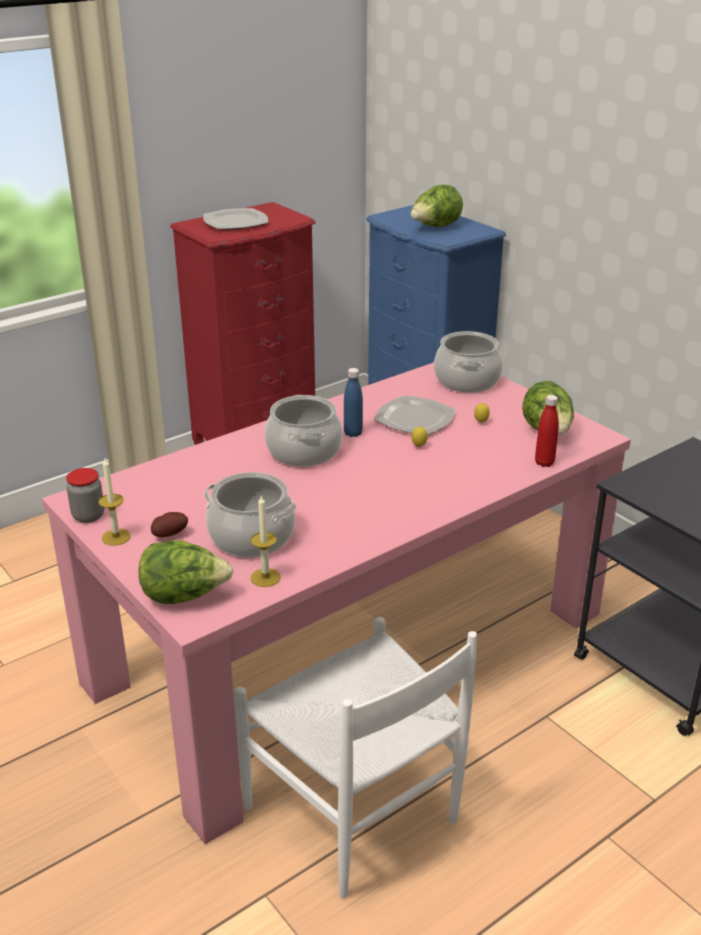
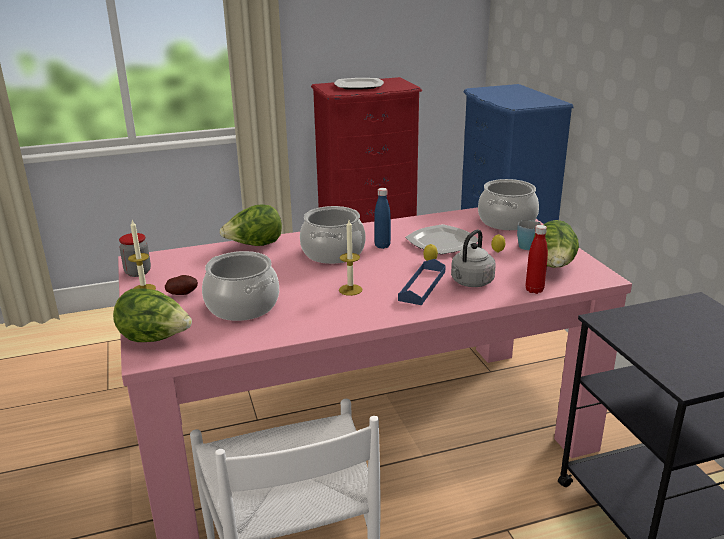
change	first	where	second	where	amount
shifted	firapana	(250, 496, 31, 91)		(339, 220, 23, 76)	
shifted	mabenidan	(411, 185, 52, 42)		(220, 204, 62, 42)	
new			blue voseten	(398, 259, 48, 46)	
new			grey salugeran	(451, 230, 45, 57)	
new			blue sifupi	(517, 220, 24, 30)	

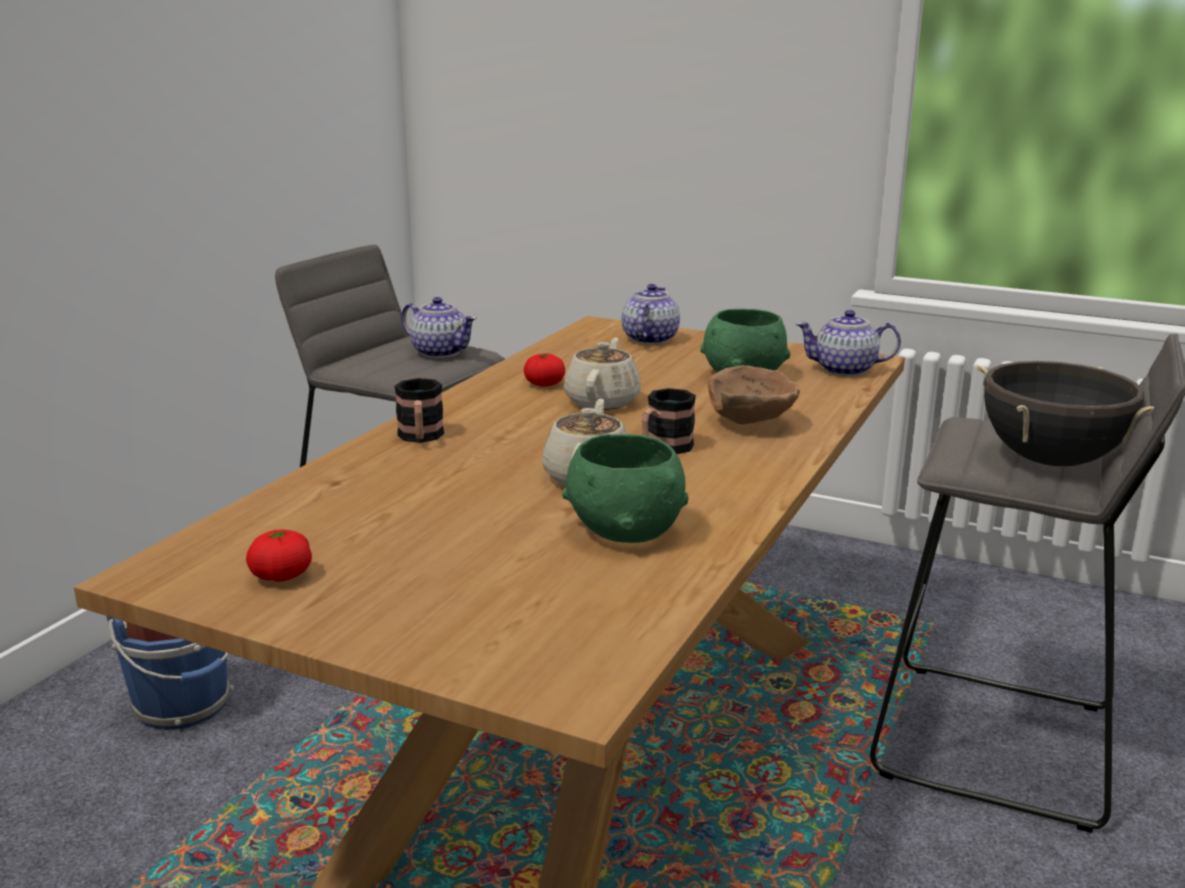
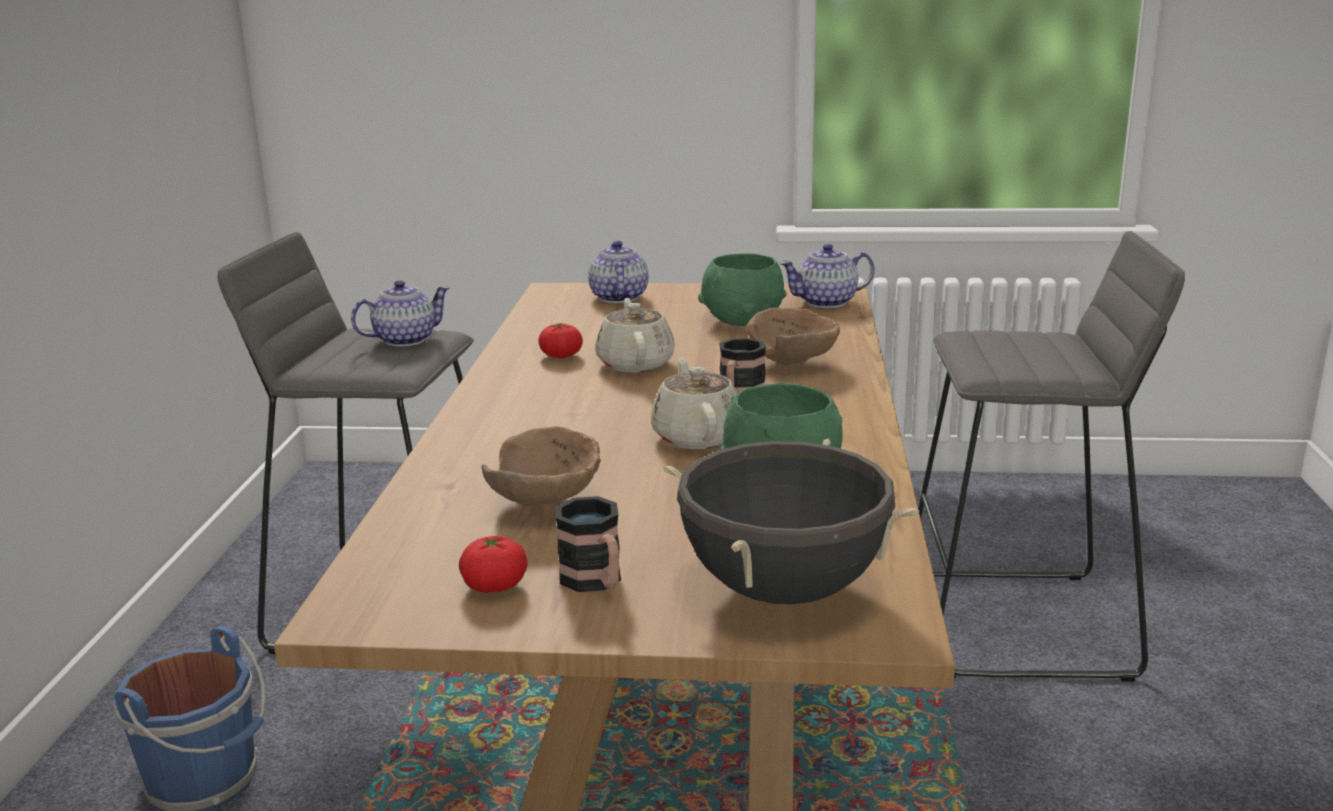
change	first	where	second	where	amount
shifted	sifupi	(394, 378, 50, 65)		(556, 496, 65, 96)	
rotated	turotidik	(401, 297, 76, 61)		(351, 280, 99, 67)	45 degrees counterclockwise
shifted	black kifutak	(976, 361, 178, 105)		(663, 438, 256, 167)	
new			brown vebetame	(481, 426, 120, 80)	

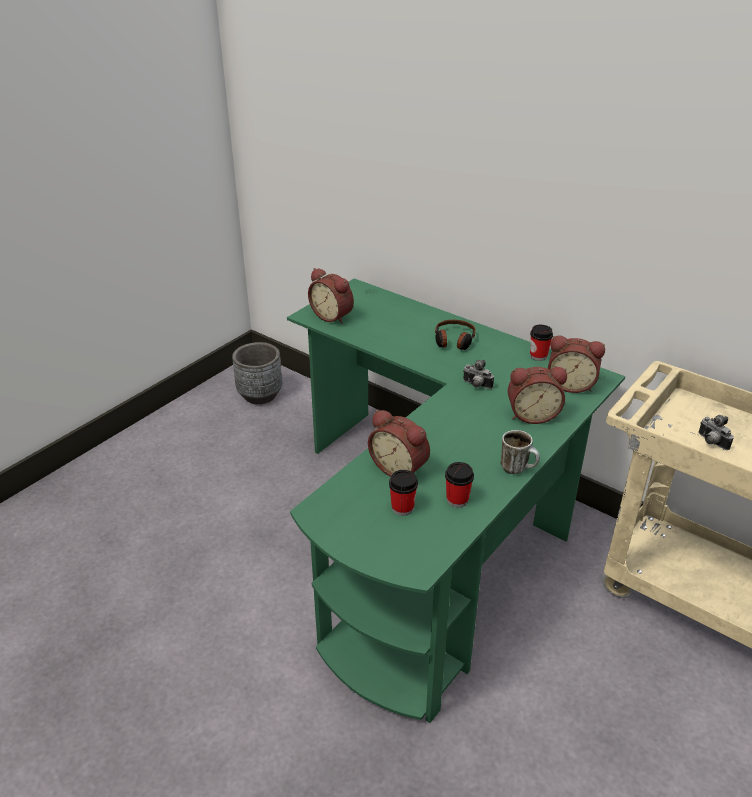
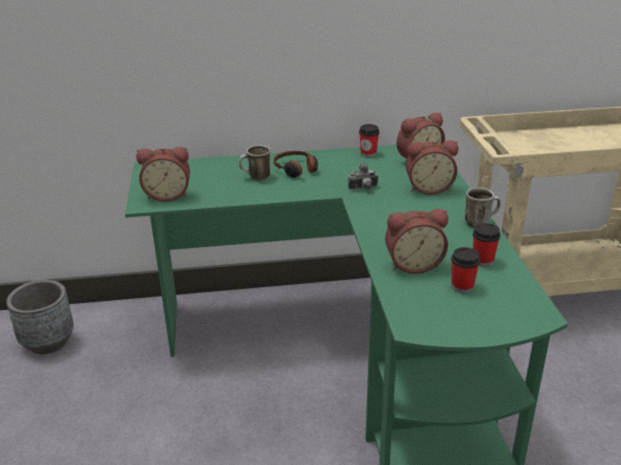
change	first	where	second	where	amount
rotated	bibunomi	(508, 367, 59, 57)		(406, 140, 52, 55)	45 degrees clockwise
gone	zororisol	(699, 415, 35, 35)			
new			sifupi	(239, 145, 31, 36)	

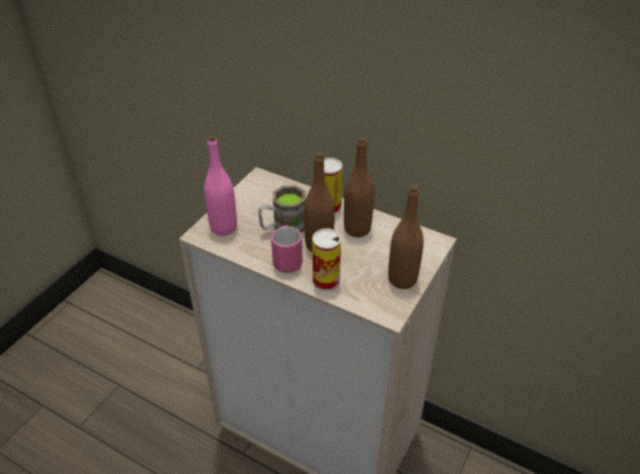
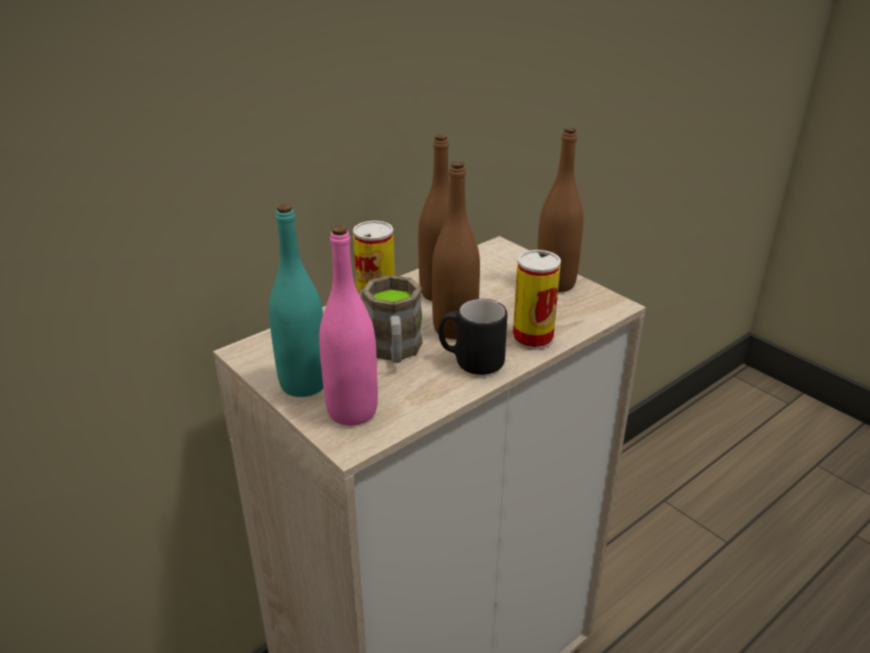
change	first	where	second	where	amount
repainted	pink sifupi	(271, 225, 31, 48)	black sifupi	(439, 299, 68, 76)	
new			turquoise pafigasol	(269, 204, 54, 193)	

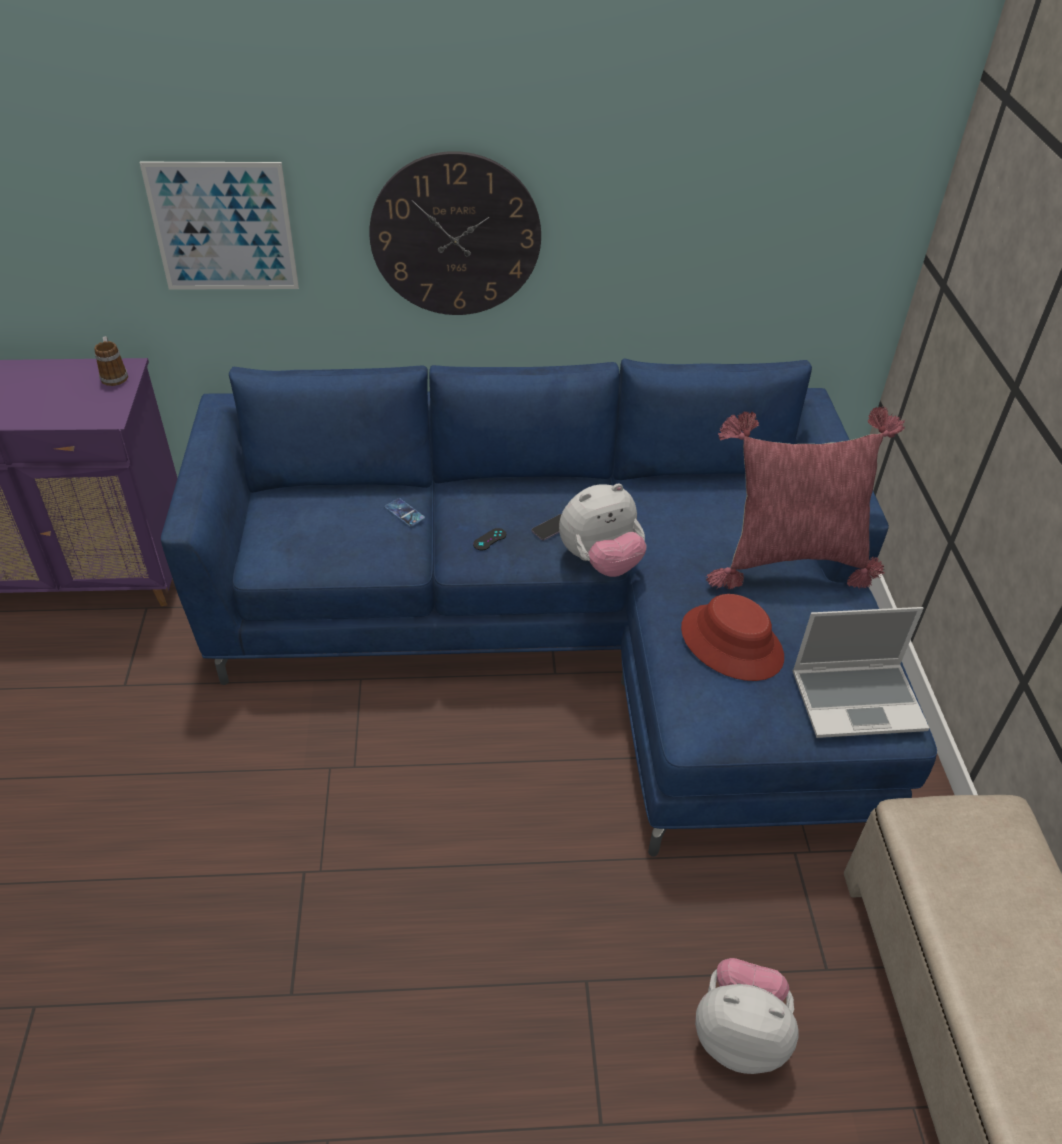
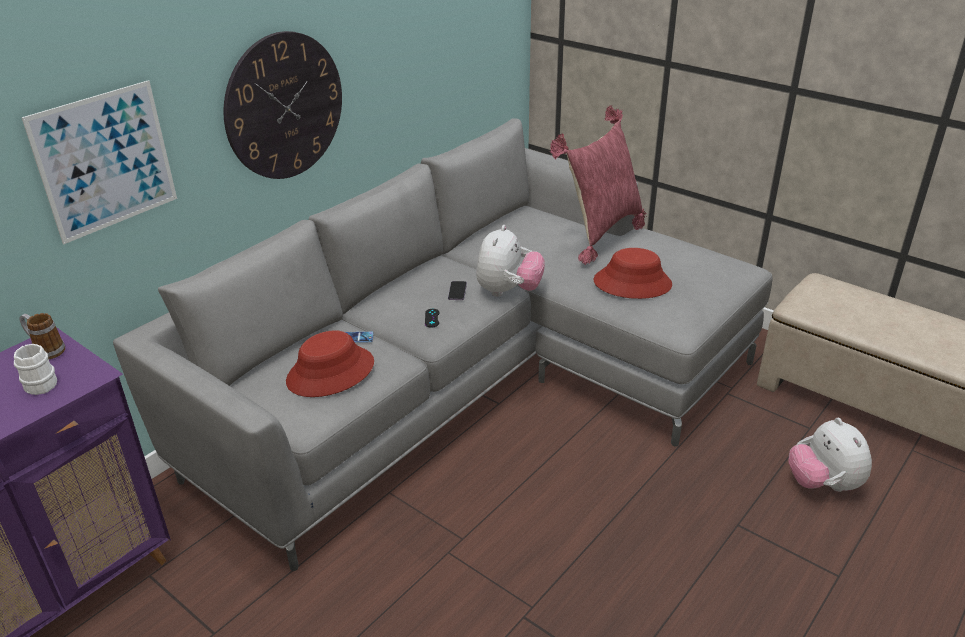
change	first	where	second	where	amount
repainted	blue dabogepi	(161, 359, 776, 498)	grey dabogepi	(113, 118, 659, 453)	
rotated	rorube	(695, 958, 104, 116)		(789, 418, 83, 74)	75 degrees counterclockwise
gone	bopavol	(792, 607, 137, 131)			
new			white sifupi	(14, 344, 43, 51)	
new			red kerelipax	(286, 330, 88, 67)	

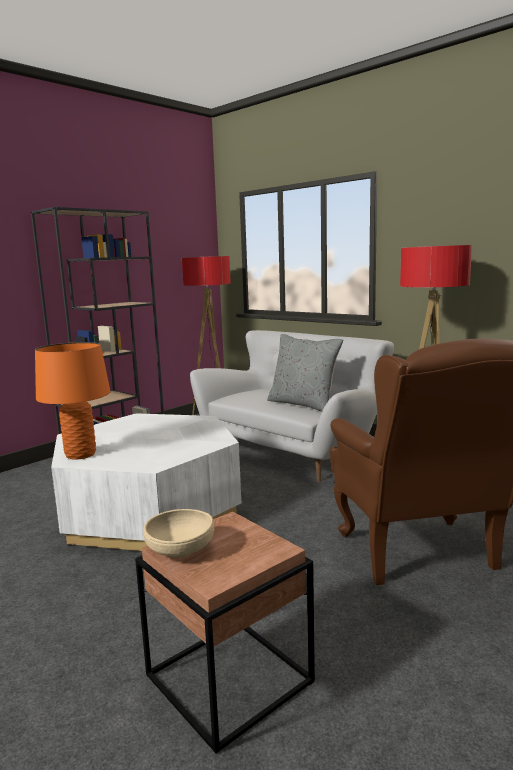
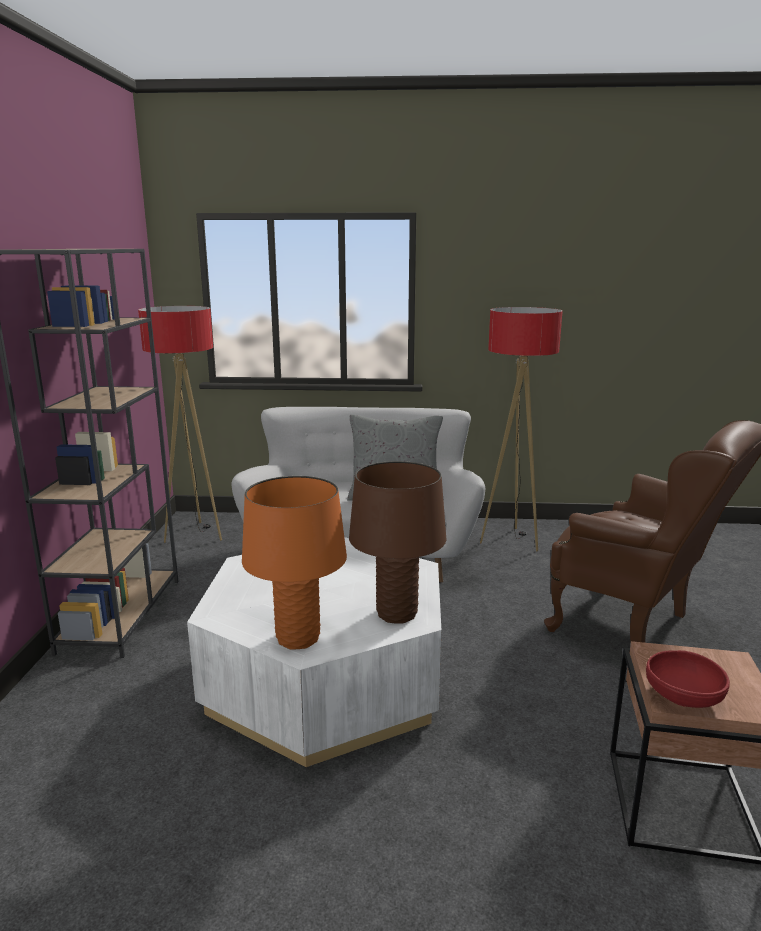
change	first	where	second	where	amount
repainted	beige vebetame	(143, 509, 71, 49)	red vebetame	(646, 650, 84, 58)	
new			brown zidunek	(349, 461, 97, 163)	

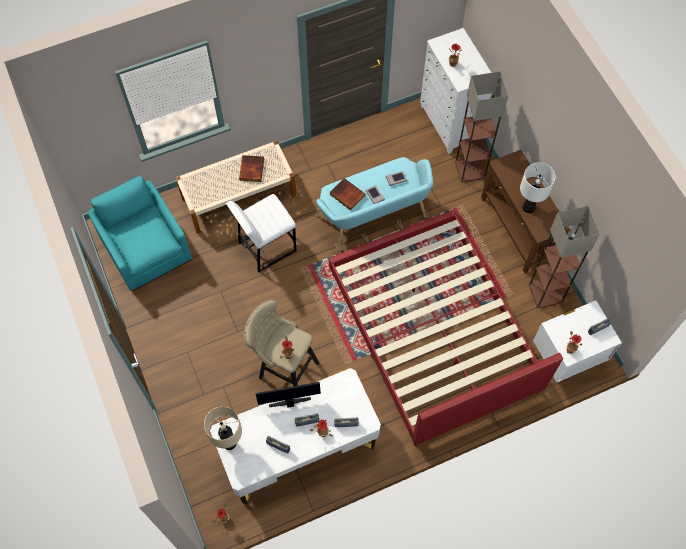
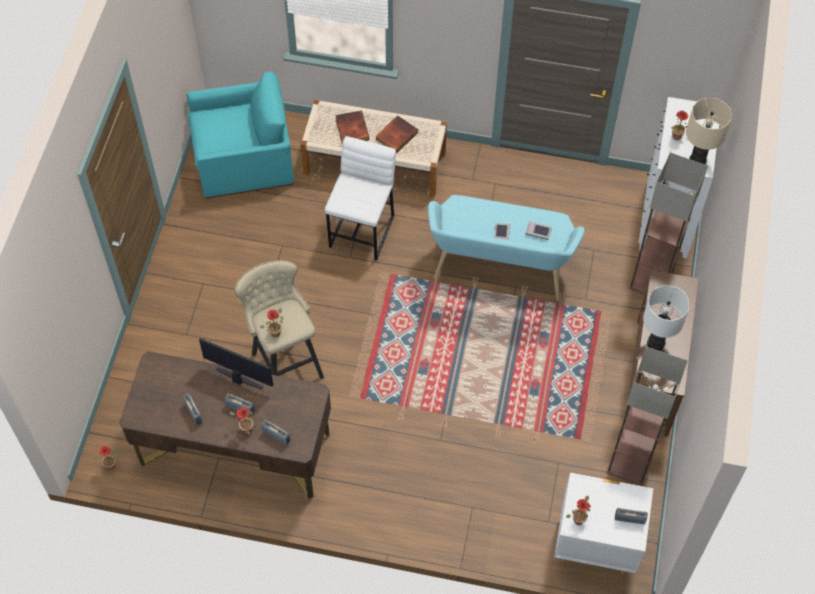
change	first	where	second	where	amount
rotated	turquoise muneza	(88, 176, 104, 116)		(187, 71, 107, 128)	75 degrees clockwise
shifted	beige zidunek	(204, 406, 38, 44)		(686, 98, 46, 67)	
repainted	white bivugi	(210, 368, 171, 137)	brown bivugi	(119, 351, 212, 148)	
rotated	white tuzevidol	(226, 194, 71, 78)		(325, 136, 71, 124)	105 degrees clockwise
gone	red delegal	(329, 210, 234, 237)			
shifted	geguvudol	(330, 178, 35, 33)		(335, 110, 34, 33)	

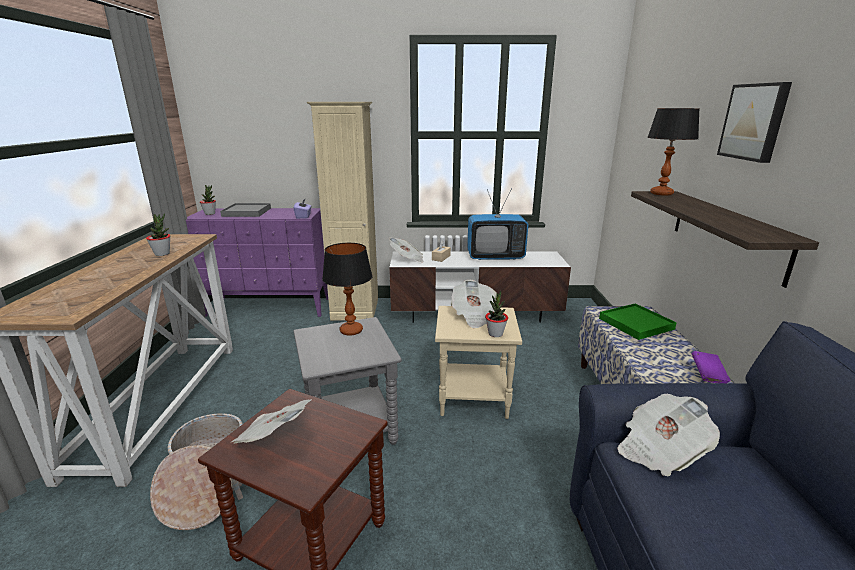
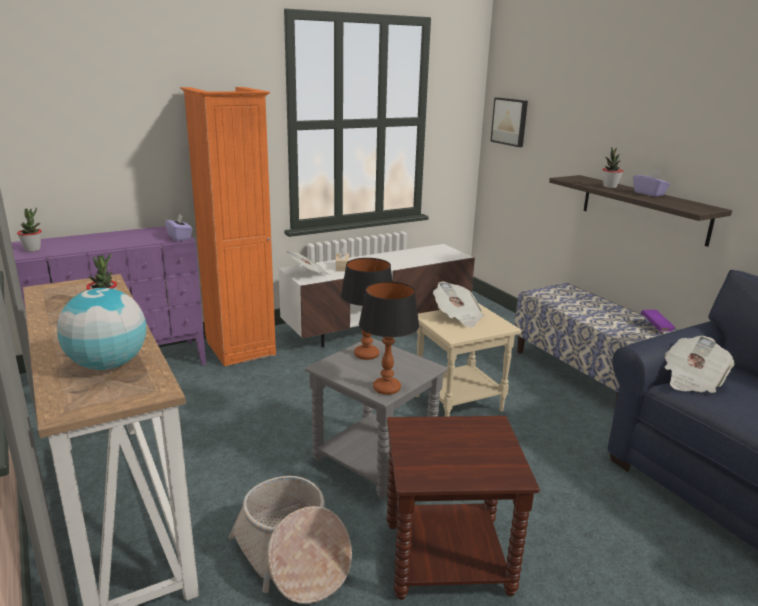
change	first	where	second	where	amount
gone	grey voseten	(220, 203, 51, 14)			
gone	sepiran	(231, 399, 81, 44)			
repainted	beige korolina	(307, 102, 71, 219)	orange korolina	(180, 87, 96, 279)	
gone	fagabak	(467, 190, 61, 70)			
shifted	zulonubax	(485, 290, 23, 47)		(602, 148, 21, 40)	
gone	green voseten	(599, 303, 78, 37)			
shifted	zidunek	(647, 108, 52, 88)		(359, 281, 60, 114)	
shifted	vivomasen	(717, 82, 75, 81)		(490, 97, 38, 50)	
new			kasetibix	(57, 288, 90, 82)	
new			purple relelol	(633, 169, 37, 28)	

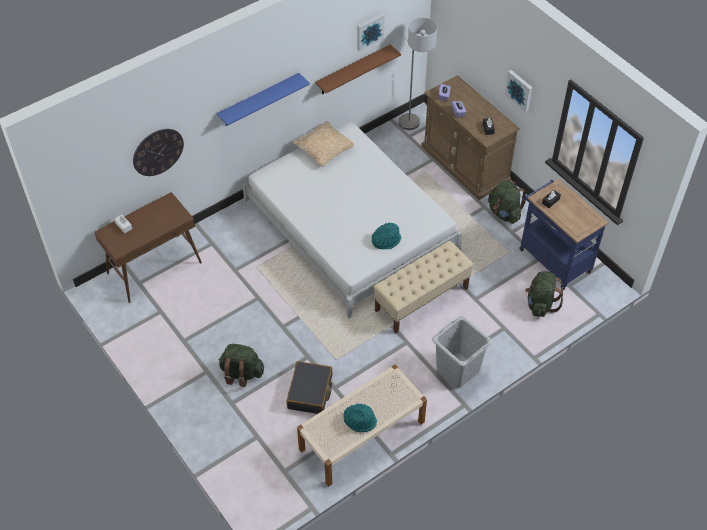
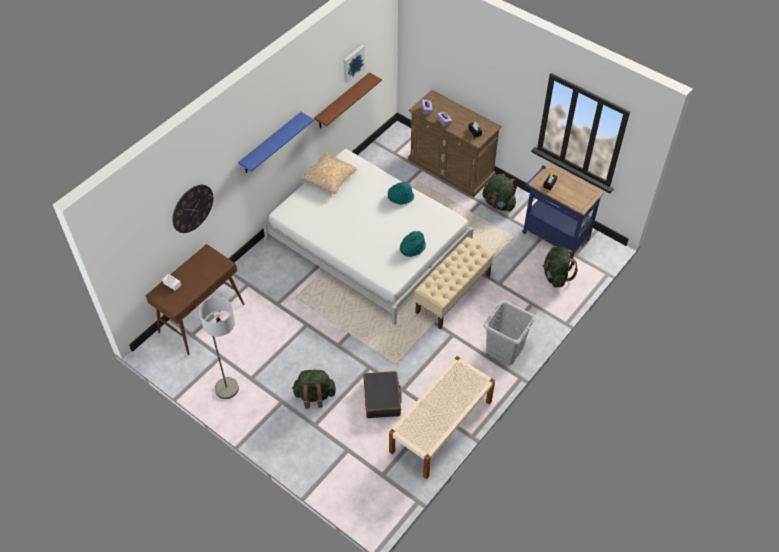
change	first	where	second	where	amount
shifted	turquoise kerelipax	(343, 404, 34, 28)		(388, 182, 26, 23)	
shifted	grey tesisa	(399, 18, 38, 112)		(199, 297, 40, 102)	
gone	vivomasen	(505, 70, 28, 42)			

